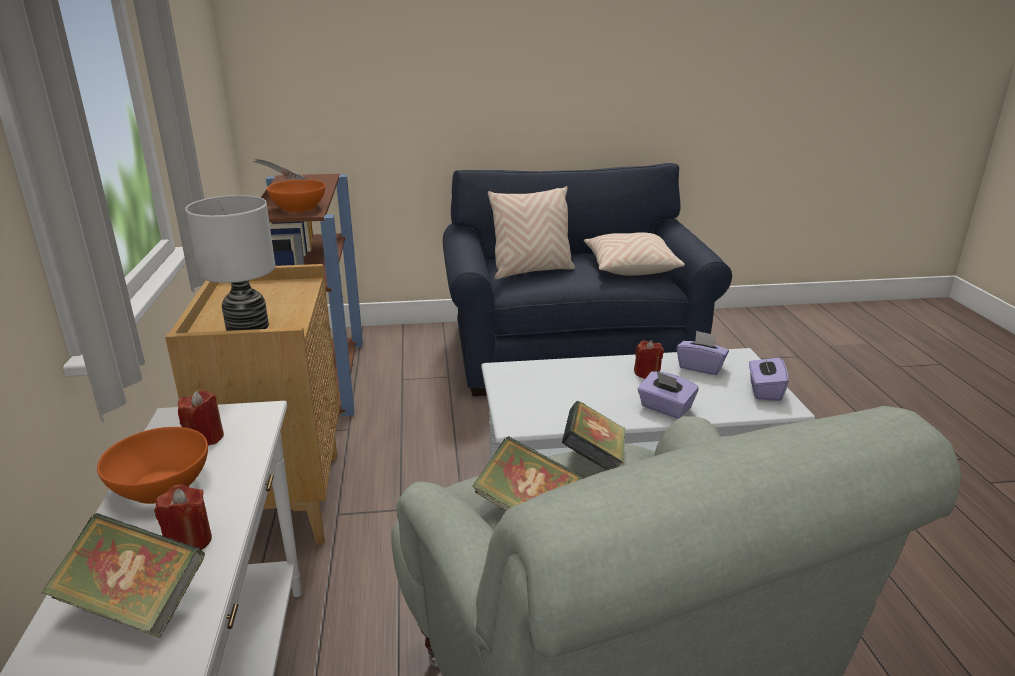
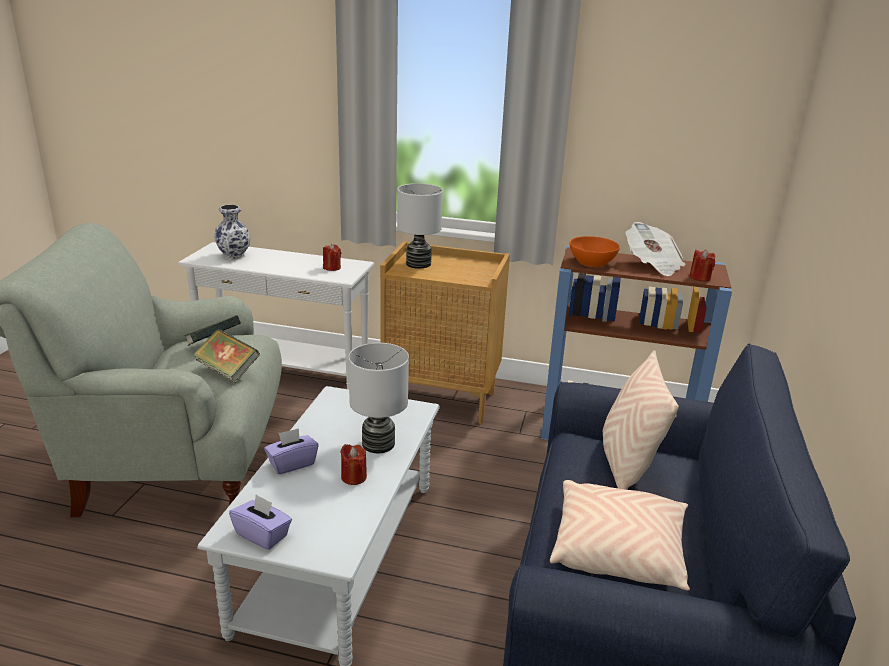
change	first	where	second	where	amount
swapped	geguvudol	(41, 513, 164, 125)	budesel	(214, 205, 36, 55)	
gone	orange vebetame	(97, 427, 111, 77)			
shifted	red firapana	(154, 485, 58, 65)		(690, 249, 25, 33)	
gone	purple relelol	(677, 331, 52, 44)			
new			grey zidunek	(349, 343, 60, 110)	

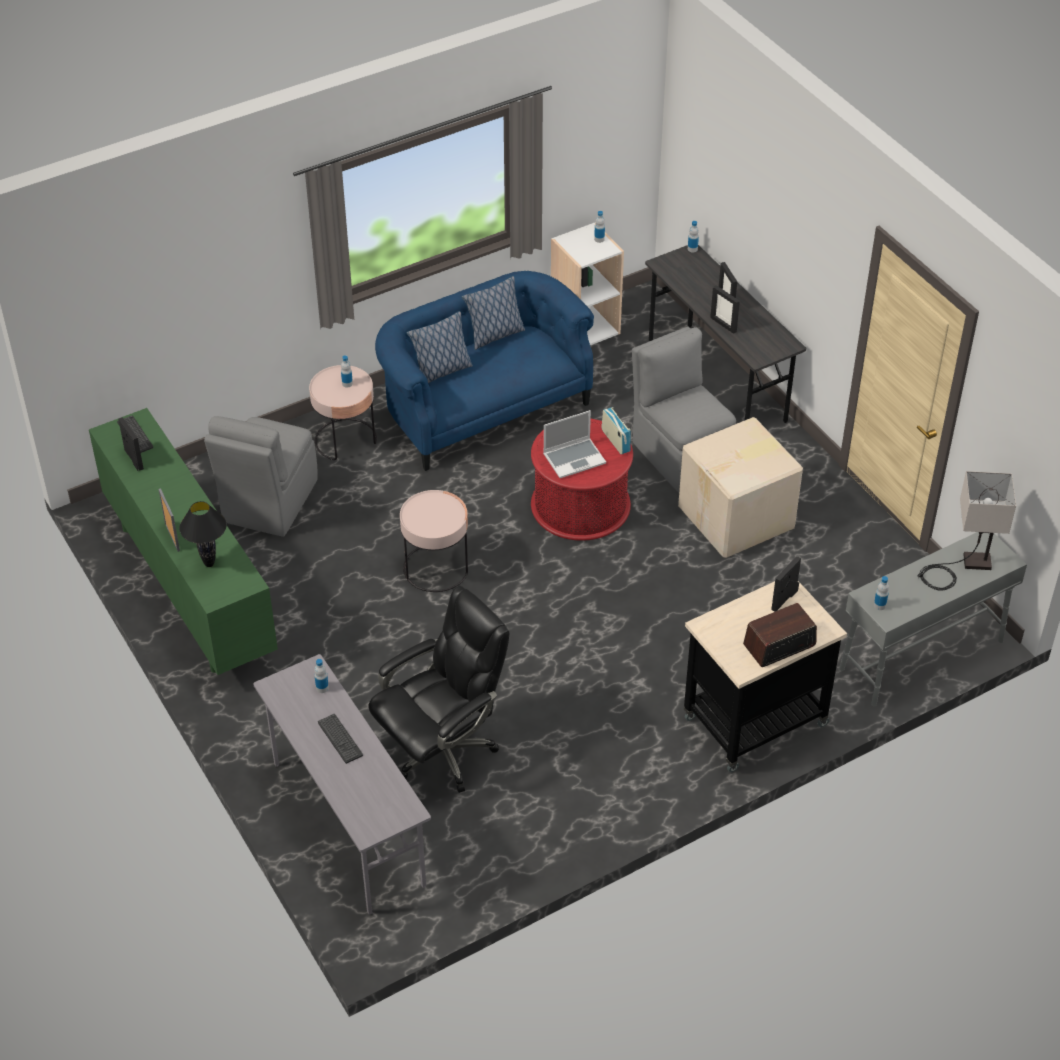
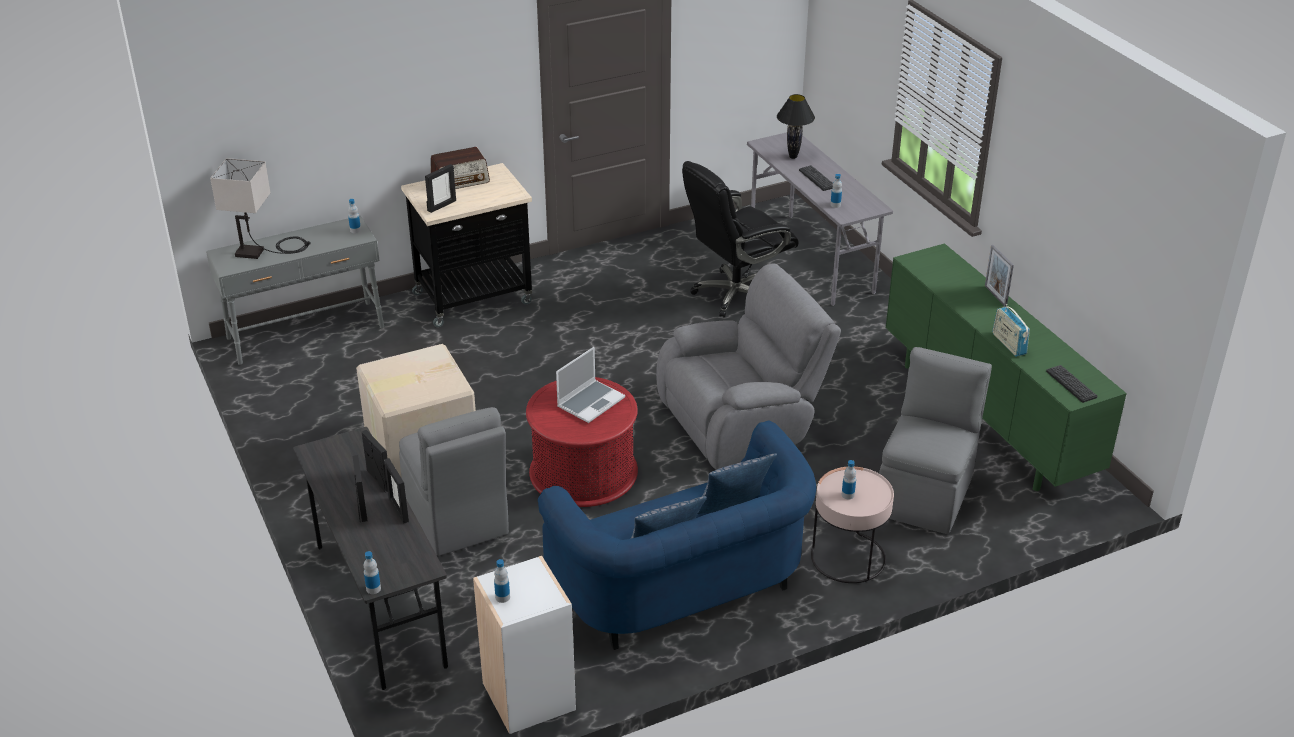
change	first	where	second	where	amount
shifted	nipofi	(118, 417, 26, 54)		(384, 458, 25, 65)	
shifted	black zidunek	(179, 501, 48, 66)		(777, 94, 38, 65)	
swapped	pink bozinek	(400, 490, 68, 102)	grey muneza	(656, 264, 185, 206)	
rotated	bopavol	(543, 410, 63, 68)		(556, 347, 69, 76)	150 degrees clockwise
shifted	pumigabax	(602, 407, 29, 48)		(992, 304, 38, 53)	

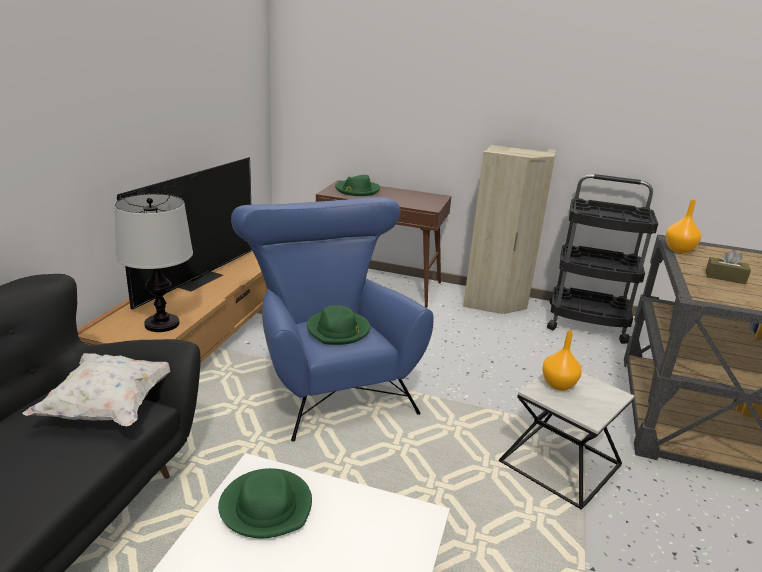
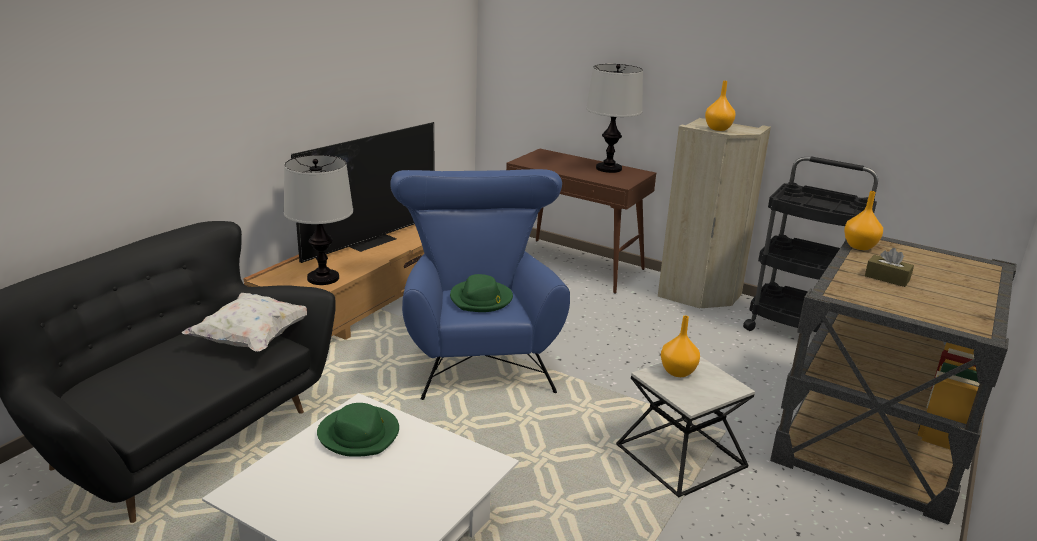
change	first	where	second	where	amount
gone	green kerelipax	(335, 175, 45, 21)			
new			zidunek	(586, 64, 57, 109)	
new			orange budesel	(705, 81, 31, 50)	

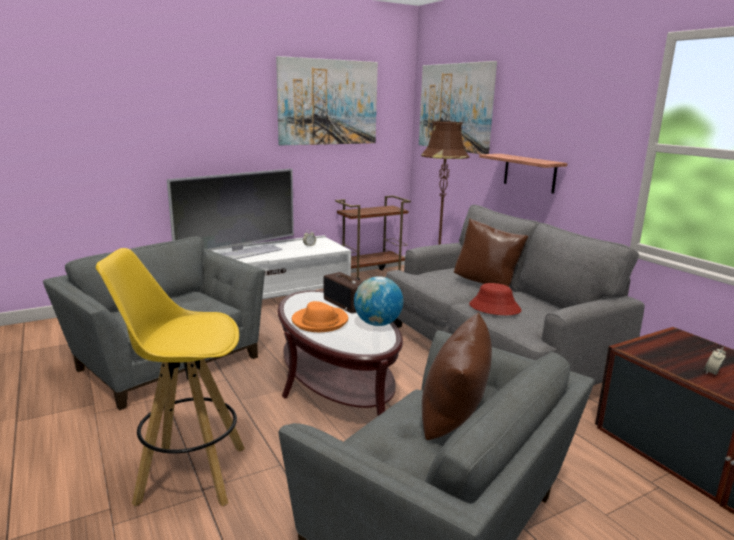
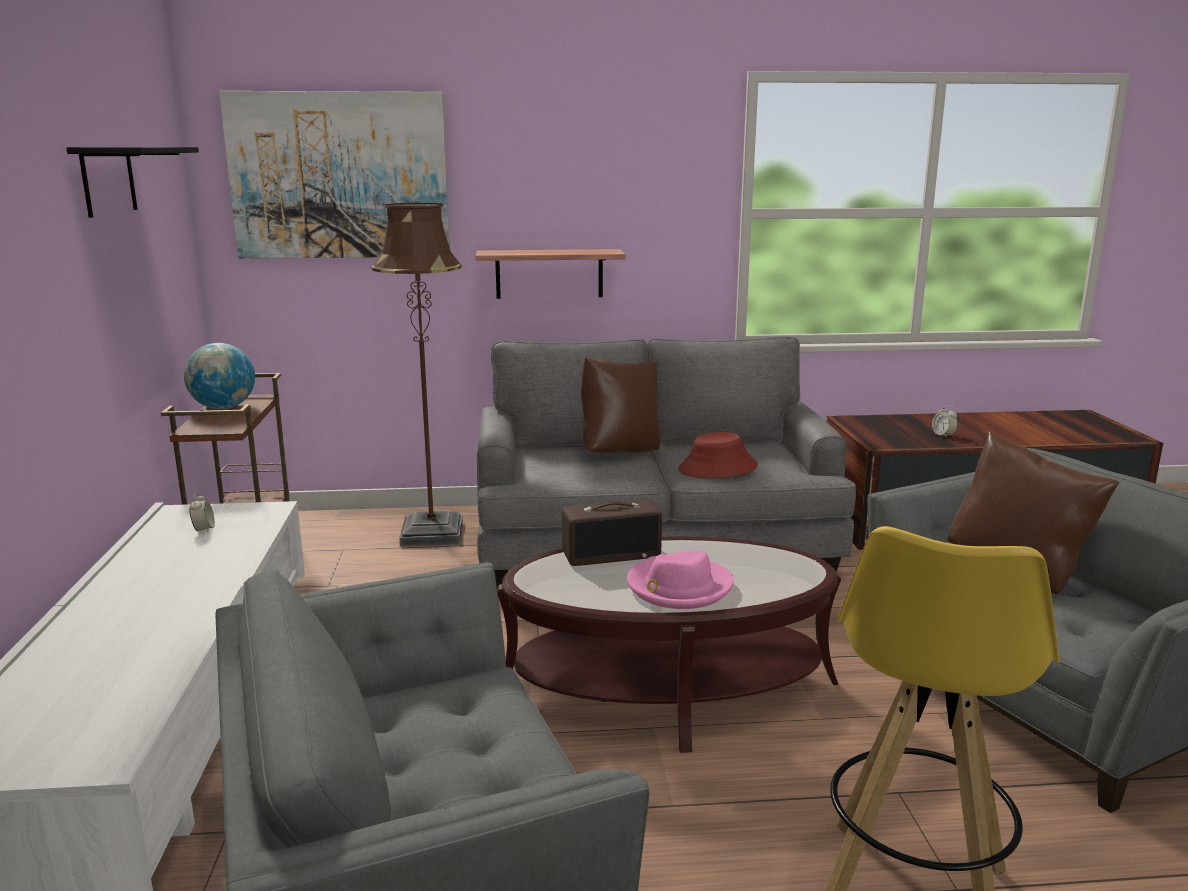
change	first	where	second	where	amount
gone	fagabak	(167, 169, 127, 90)			
swapped	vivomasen	(276, 56, 102, 89)	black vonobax	(67, 147, 132, 71)	
repainted	orange kerelipax	(292, 301, 56, 31)	pink kerelipax	(627, 550, 107, 59)	
shifted	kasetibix	(354, 276, 49, 50)		(184, 343, 71, 66)	

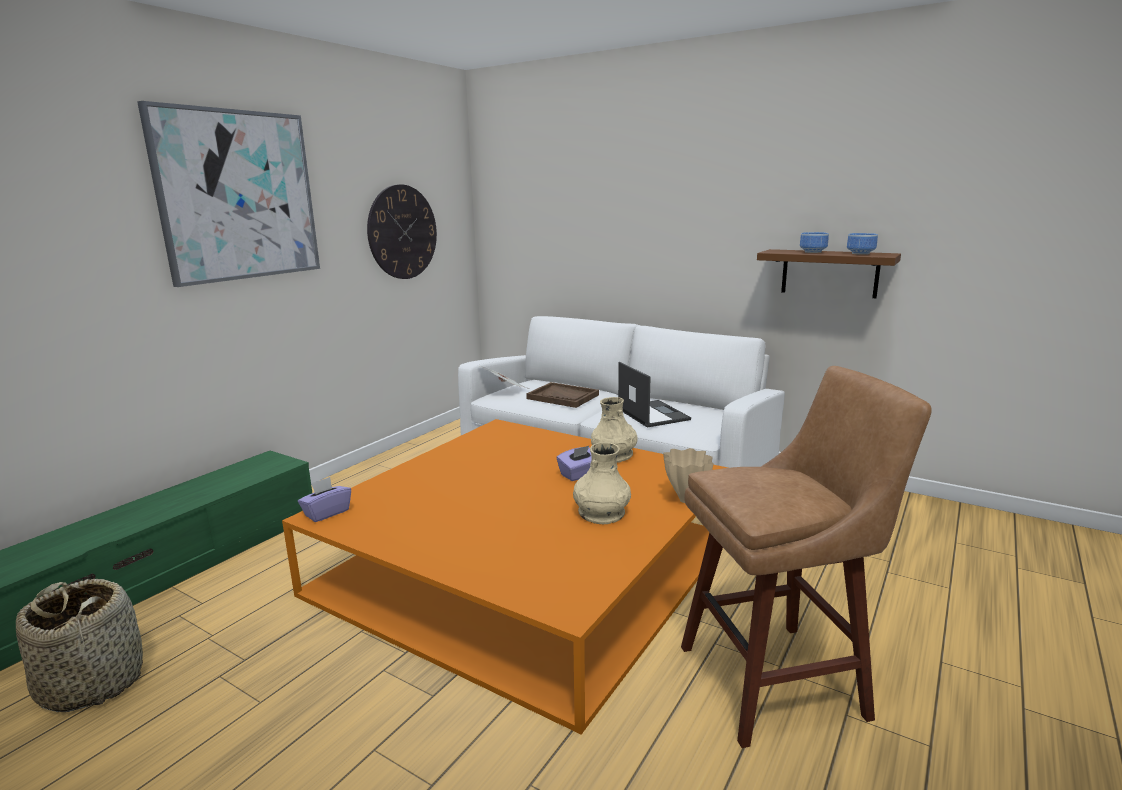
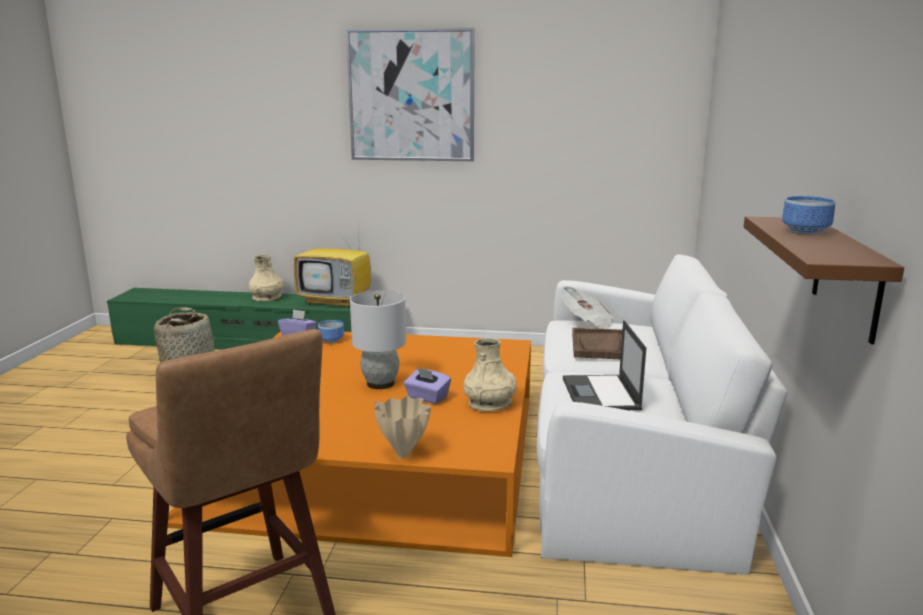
change	first	where	second	where	amount
gone	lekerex	(367, 184, 70, 95)			
shifted	beige budesel	(573, 442, 58, 82)		(249, 254, 35, 48)	
rotated	bopavol	(618, 362, 73, 65)		(563, 320, 83, 90)	135 degrees clockwise
shifted	vebetame	(847, 233, 31, 22)		(318, 320, 26, 23)	
new			fagabak	(294, 220, 77, 88)	
new			white zidunek	(350, 290, 56, 99)	

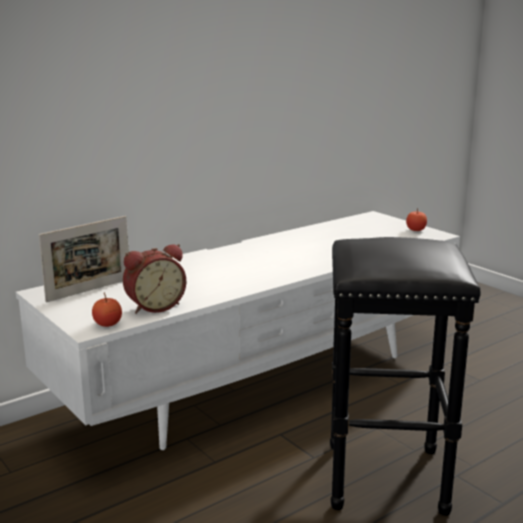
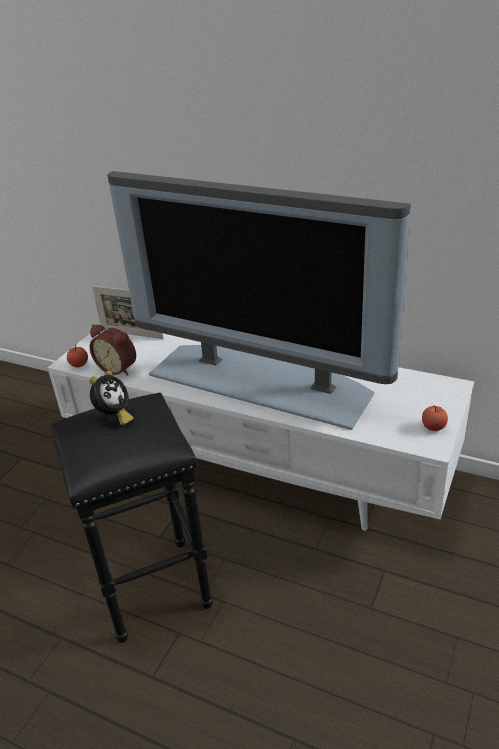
change	first	where	second	where	amount
new			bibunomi	(90, 371, 43, 55)	
new			fagabak	(107, 171, 304, 259)	

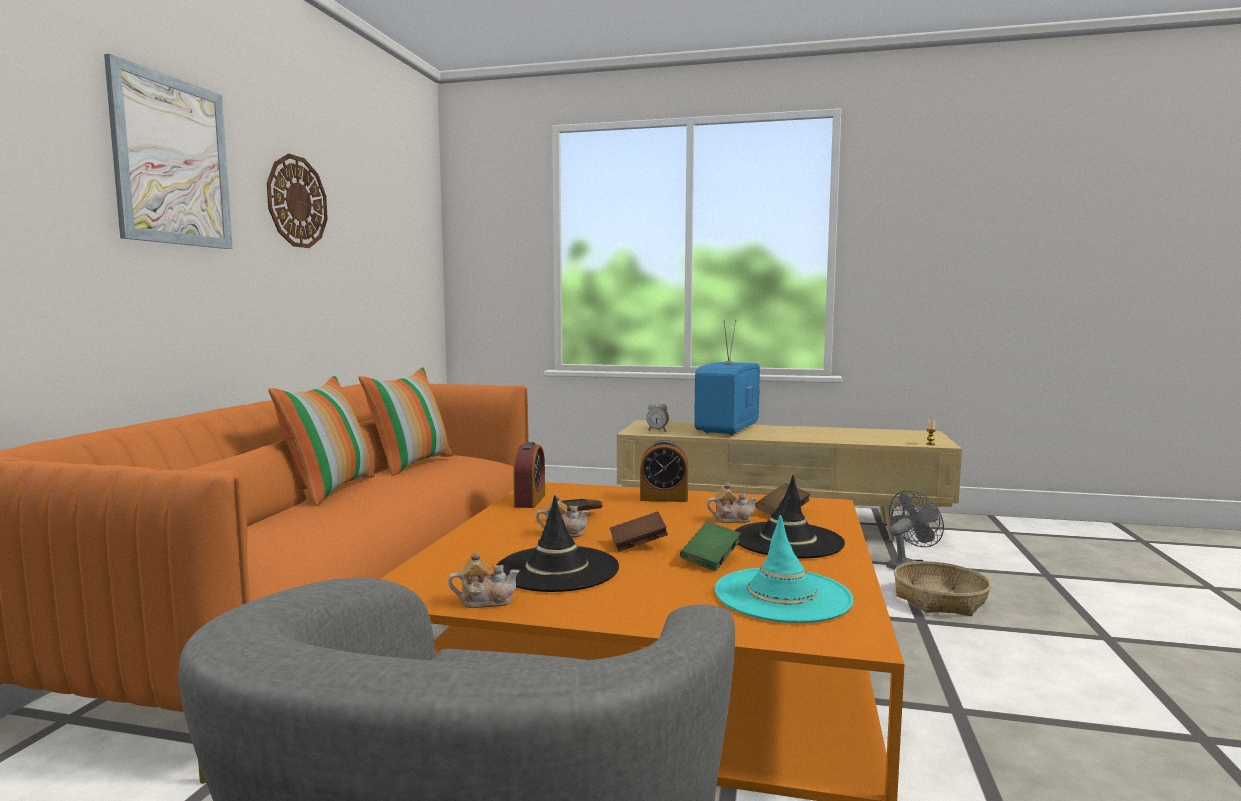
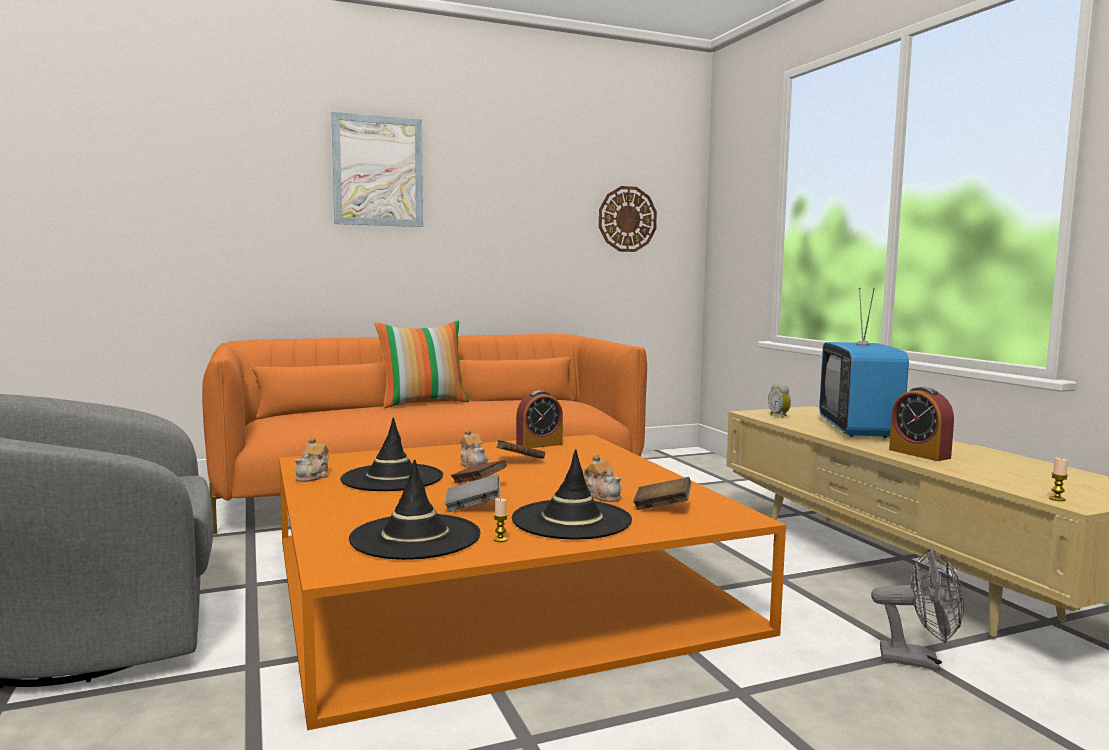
change	first	where	second	where	amount
shifted	lekerex	(267, 154, 61, 94)		(599, 186, 58, 66)	
gone	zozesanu	(358, 367, 95, 109)			
rotated	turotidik	(448, 551, 71, 57)		(295, 437, 34, 45)	60 degrees clockwise
shifted	bibunomi	(640, 440, 48, 62)		(889, 387, 65, 74)	
repainted	green geguvudol	(680, 522, 61, 49)	grey geguvudol	(445, 474, 56, 38)	
rotated	fagabak	(694, 320, 66, 115)		(819, 288, 90, 150)	75 degrees counterclockwise
repainted	turquoise kerelipax	(715, 515, 139, 108)	black kerelipax	(349, 459, 132, 101)	
gone	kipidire	(894, 561, 97, 55)			
new			firapana	(494, 498, 14, 44)	

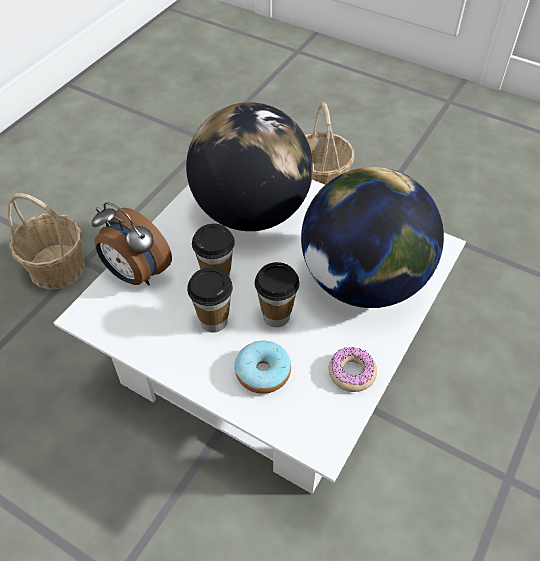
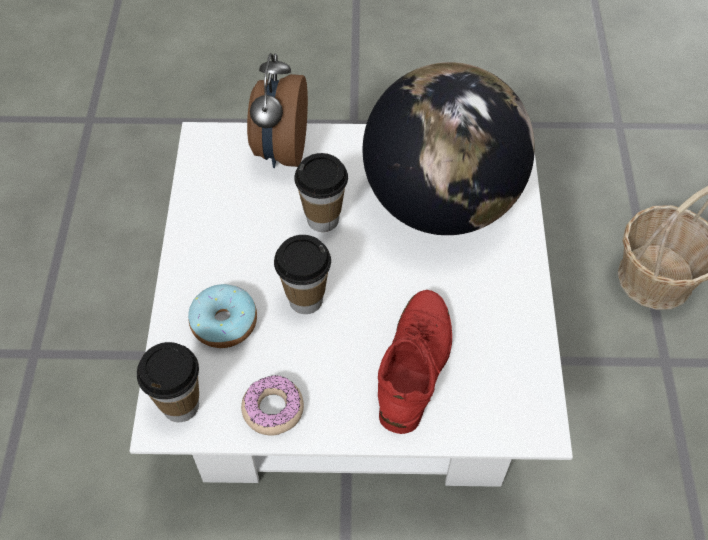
change	first	where	second	where	amount
gone	kipidire	(8, 193, 77, 97)			
shifted	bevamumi	(187, 267, 46, 66)		(137, 342, 62, 80)	
swapped	kasetibix	(301, 167, 143, 141)	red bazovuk	(378, 290, 74, 144)	

